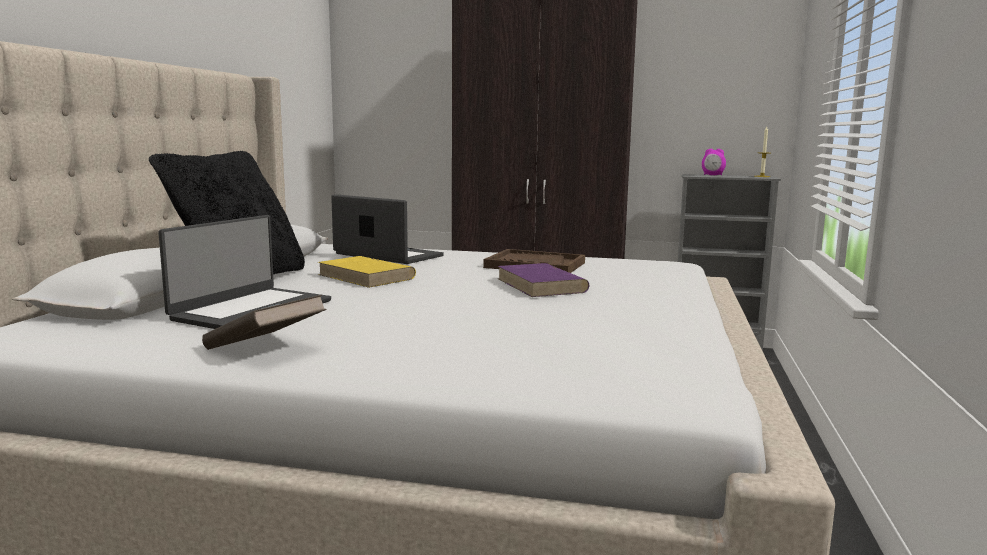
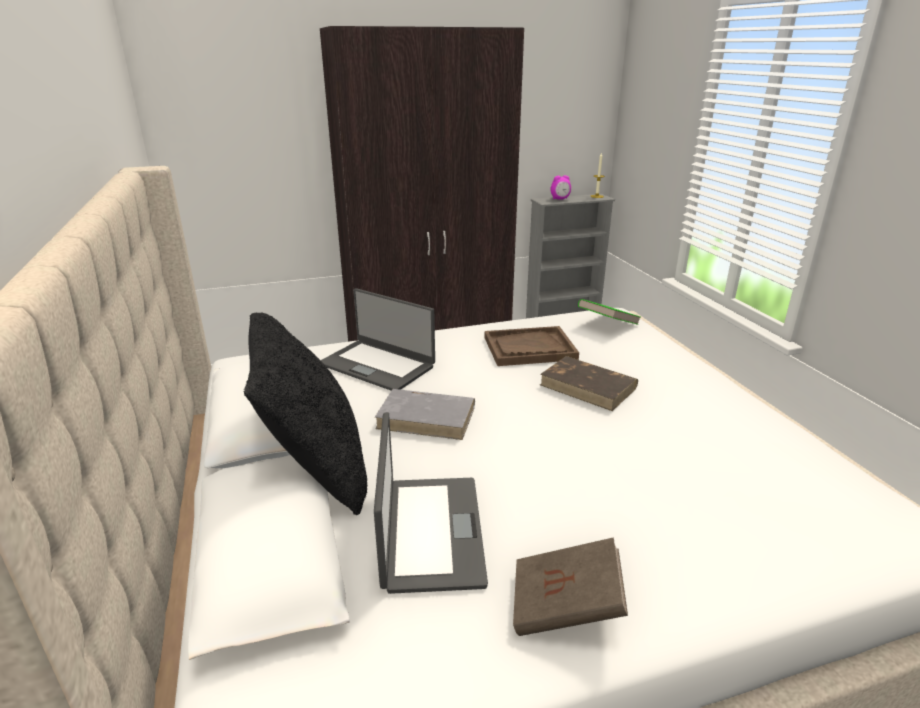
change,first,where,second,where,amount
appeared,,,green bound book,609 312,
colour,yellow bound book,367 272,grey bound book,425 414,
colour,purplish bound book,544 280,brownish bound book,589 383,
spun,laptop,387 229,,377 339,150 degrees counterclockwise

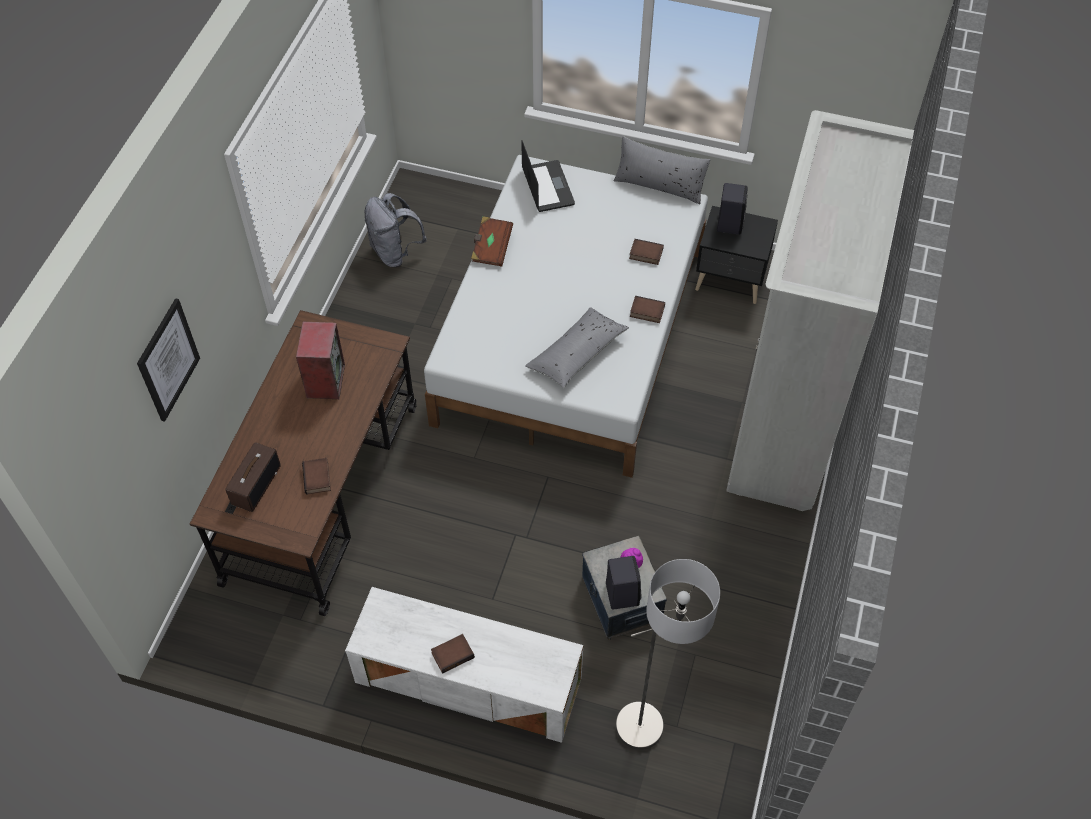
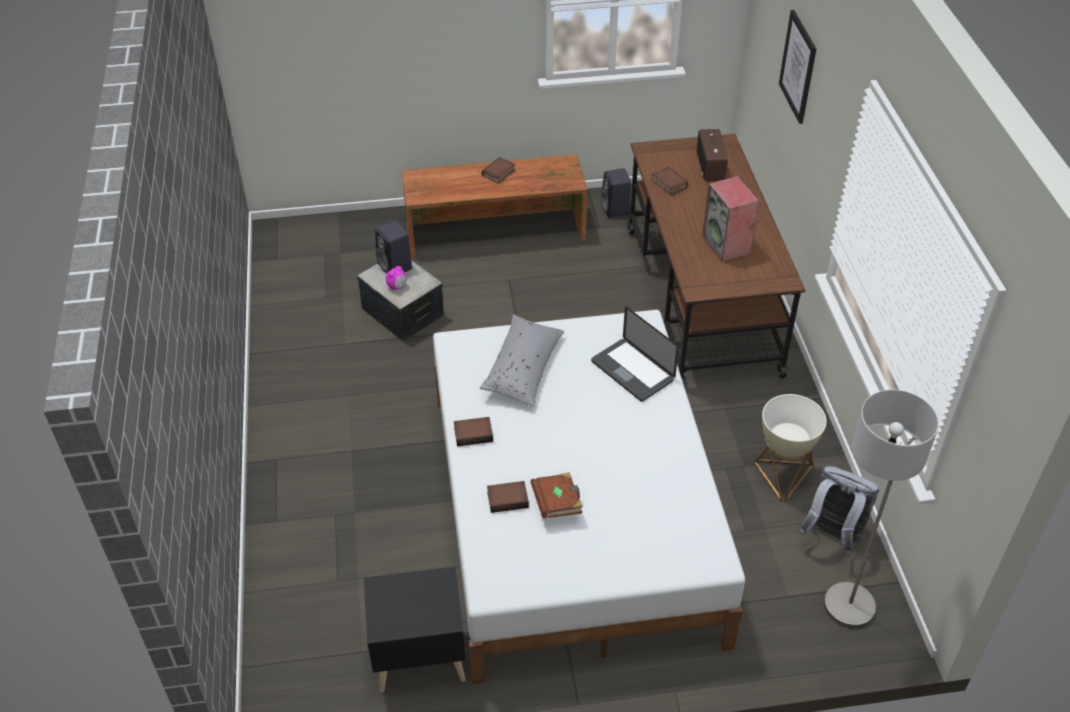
change,first,where,second,where,amount
missing,grey throw pillow,662 170,,,
missing,white-coloured armoire,820 310,,,
appeared,,,planter,790 448,
relocated,brownish bound book,492 241,,557 495,
relocated,laptop,548 176,,635 354,
relocated,grey standard lamp,668 654,,881 509,
relocated,blackish loudspeaker,732 209,,616 193,
colour,white-coloured indoor bench,464 665,brownish indoor bench,494 206,

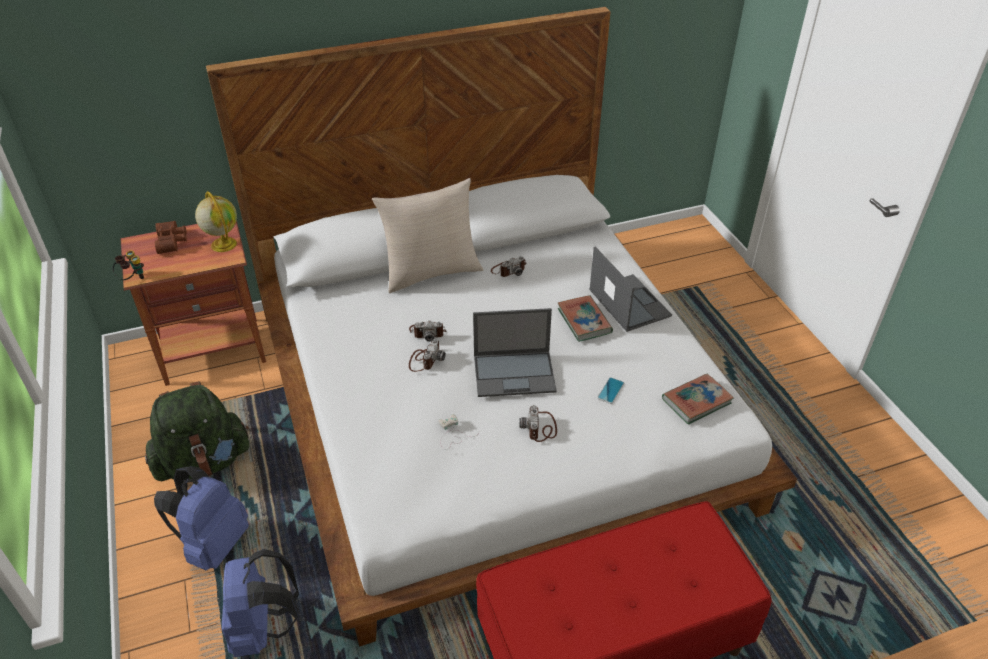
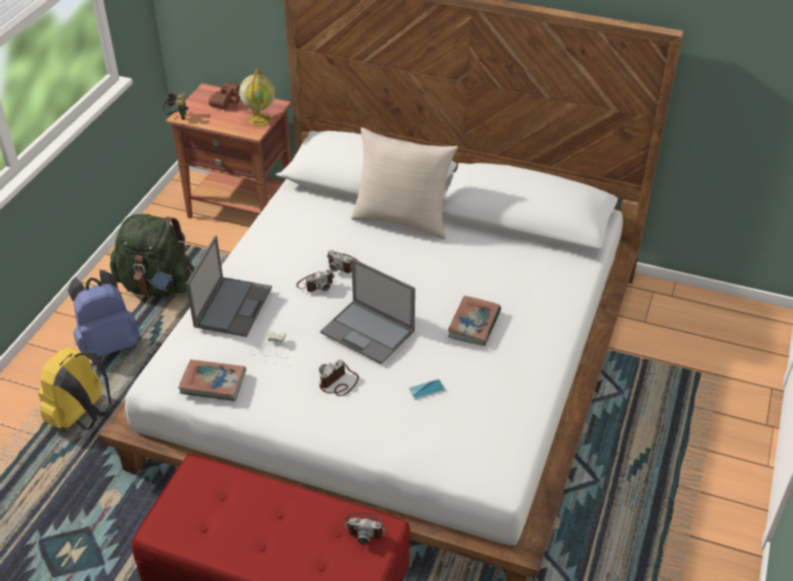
change,first,where,second,where,amount
relocated,photo camera,508 266,,365 528,
relocated,laptop,631 289,,229 286,
relocated,bound book,698 399,,212 380,
colour,bluish backpack,260 603,yellow backpack,75 388,

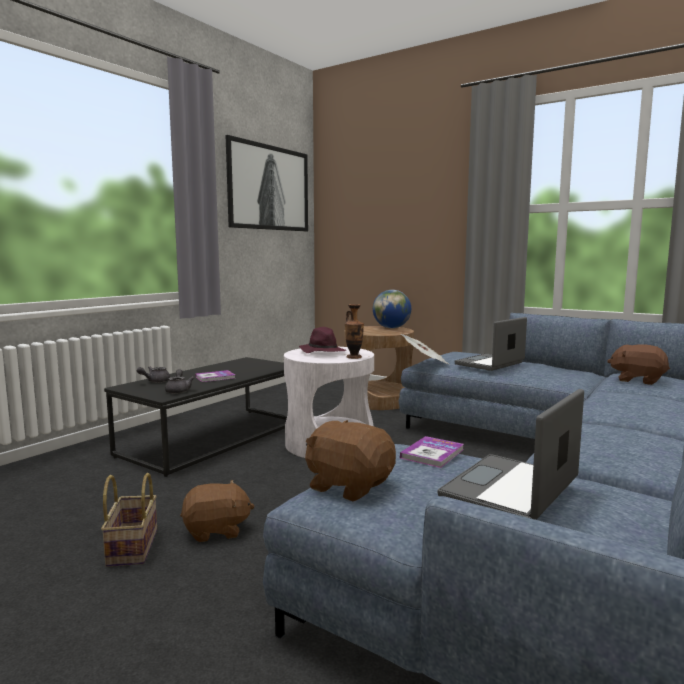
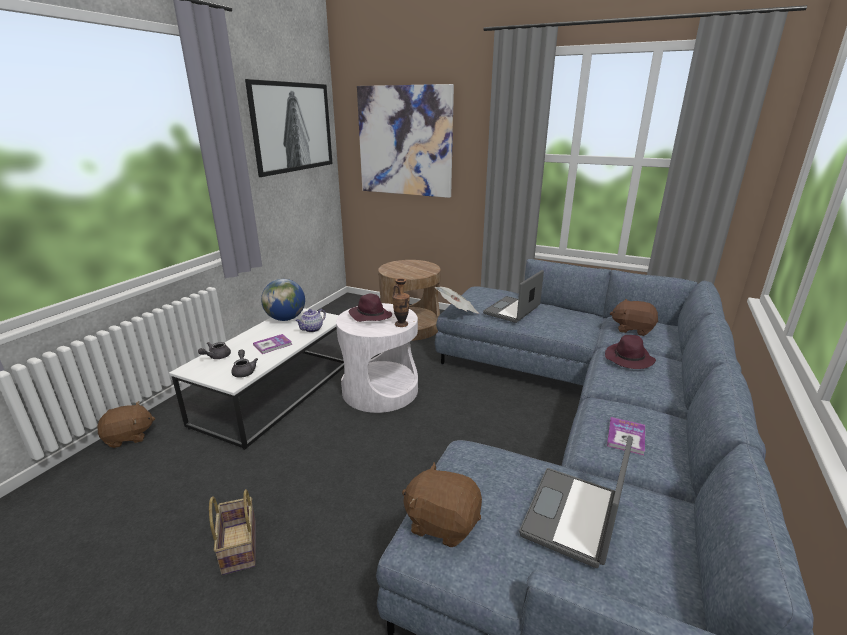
change,first,where,second,where,amount
appeared,,,tea pot,310 320,
appeared,,,wall picture,405 141,
appeared,,,purplish hat,630 352,
relocated,brownish soft toy,217 511,,126 424,
relocated,world globe,392 309,,283 300,
relocated,bound book,432 452,,626 436,
colour,blackish lounge table,195 417,white-coloured lounge table,256 379,

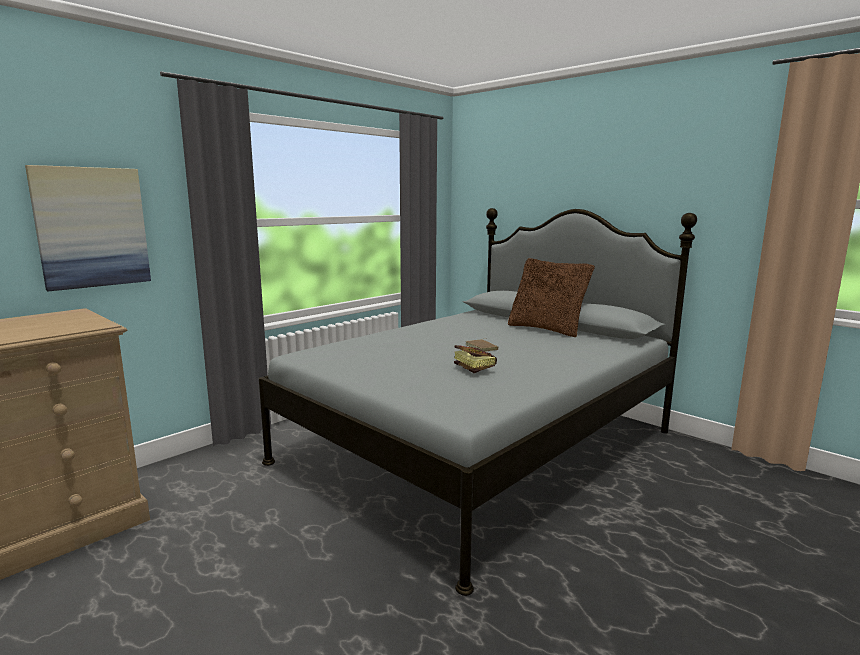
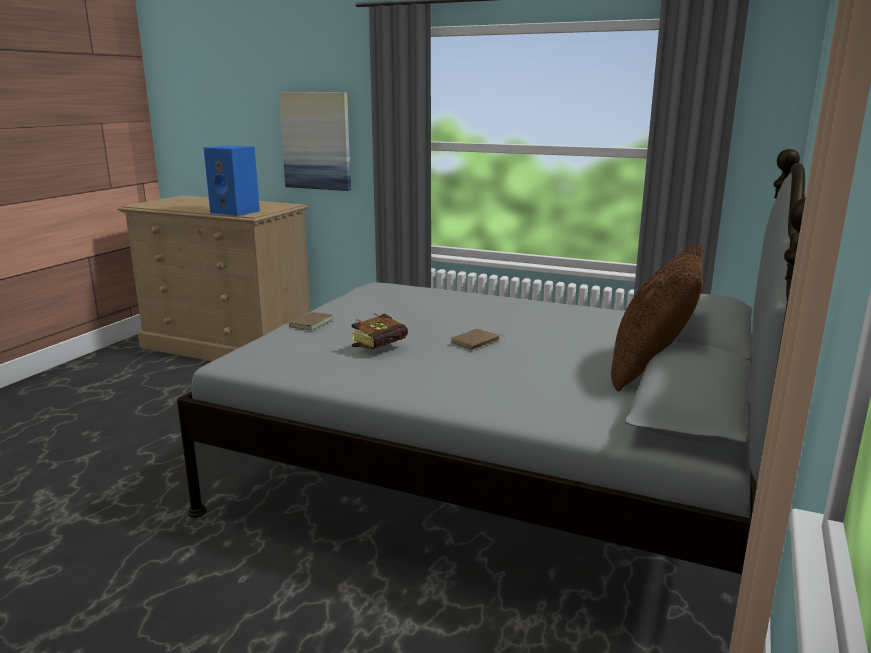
change,first,where,second,where,amount
appeared,,,bluish loudspeaker,231 180,
appeared,,,brownish bound book,308 321,

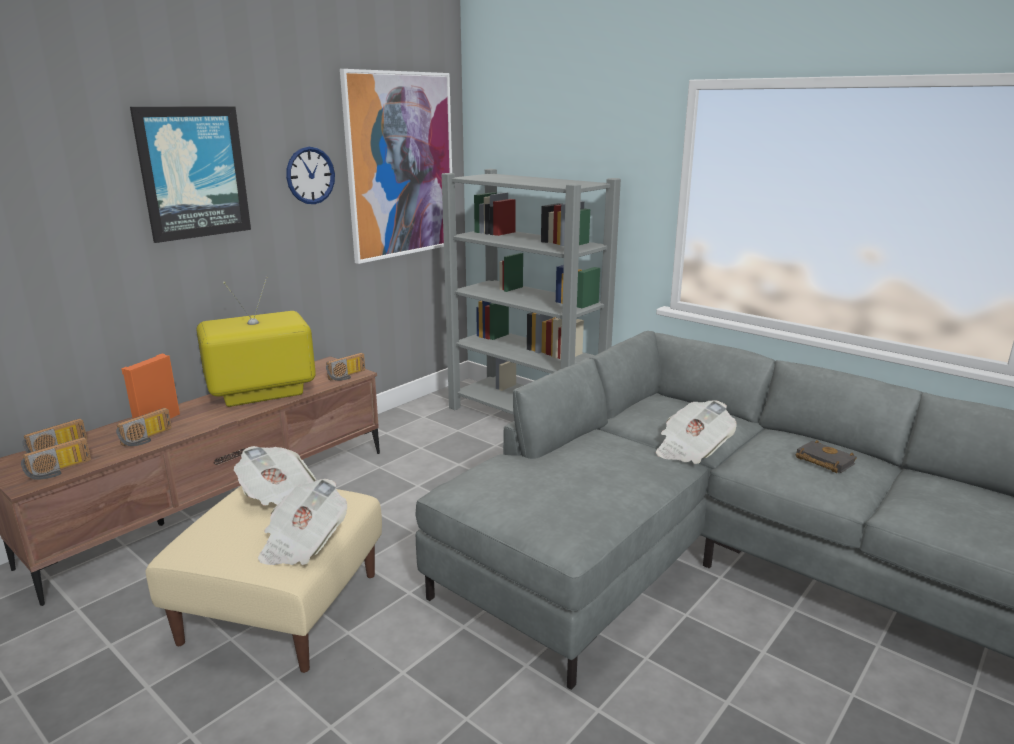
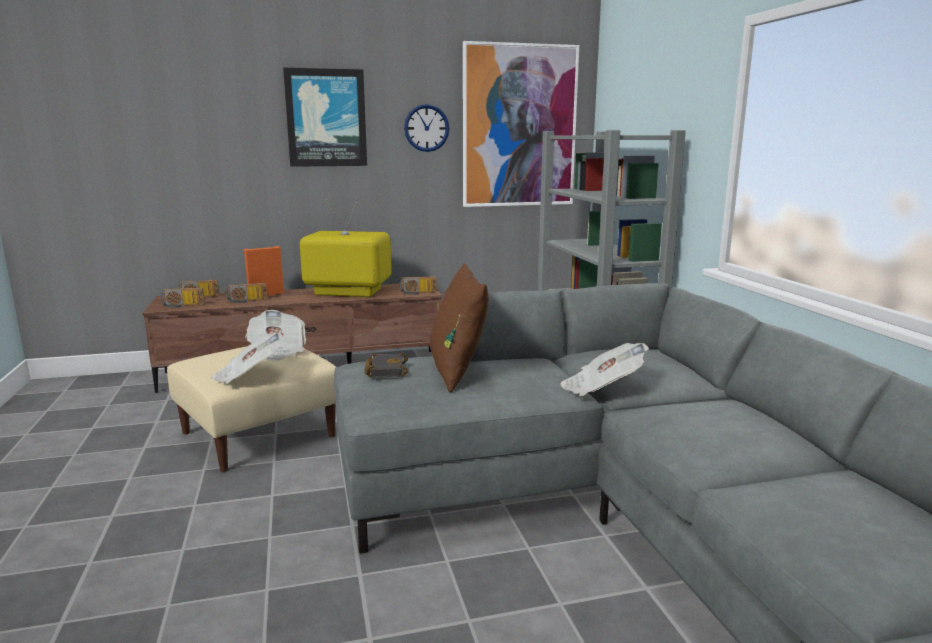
change,first,where,second,where,amount
appeared,,,brownish throw pillow,459 327,
relocated,blackish bound book,826 456,,386 365,

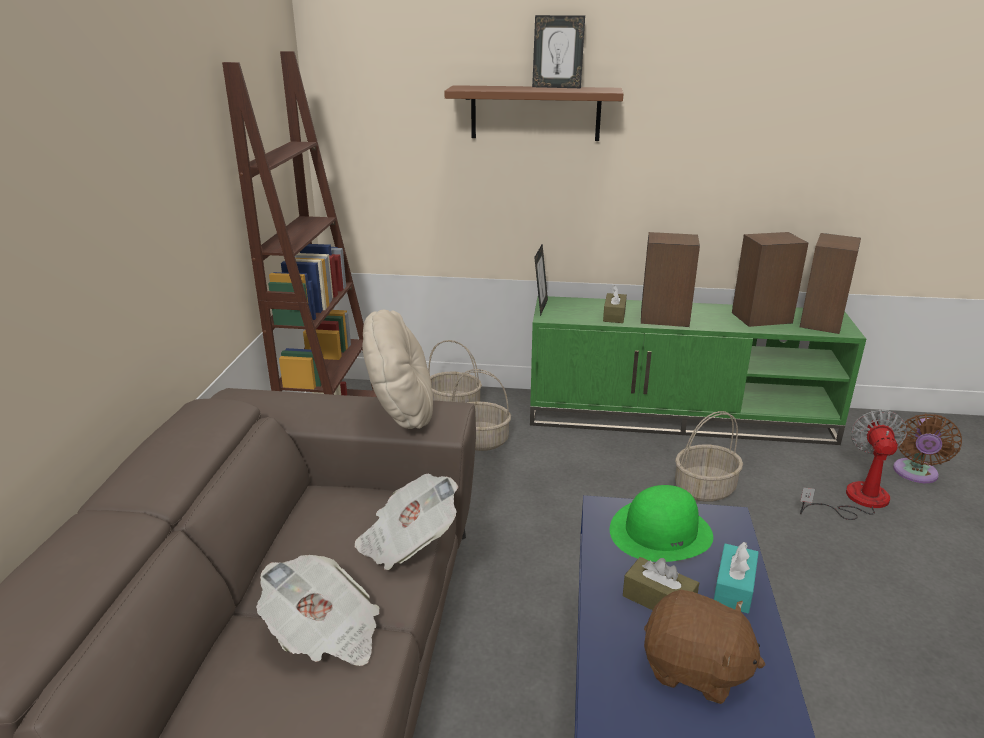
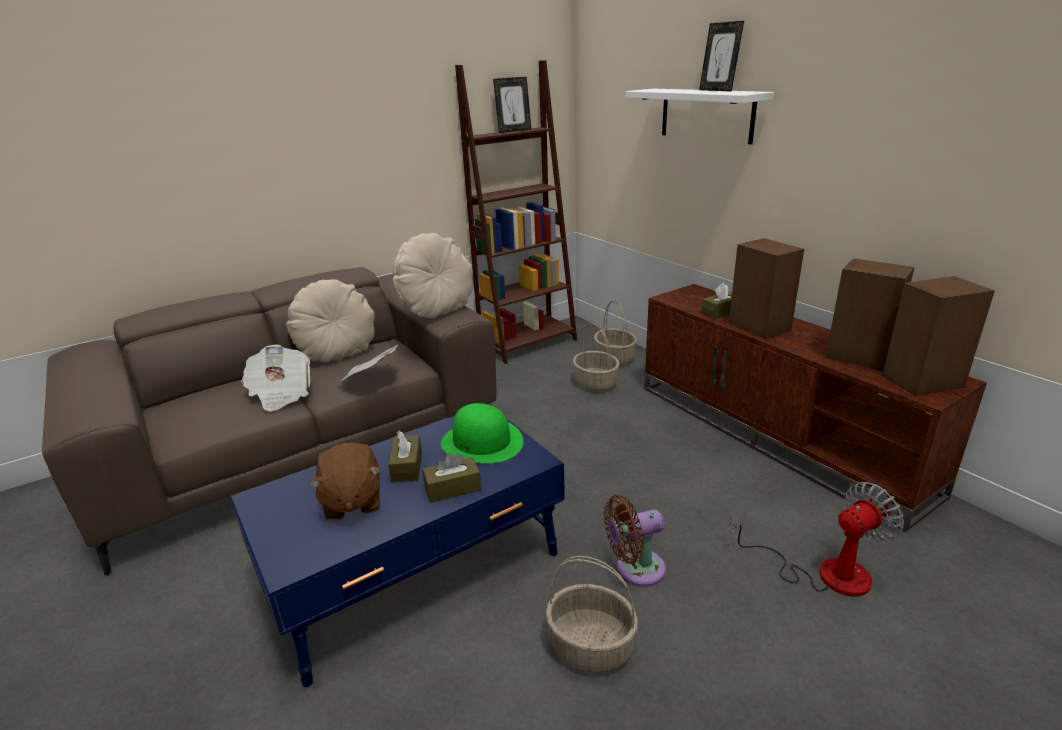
change,first,where,second,where,amount
appeared,,,sand-coloured throw pillow,330 321,
relocated,photo frame,541 280,,512 105,
relocated,basket,709 456,,592 614,
relocated,brownish cooling fan,927 448,,635 541,
colour,brownish bracket shelf,533 113,white-coloured bracket shelf,699 116,
colour,green tv stand,698 370,brownish tv stand,815 408,
colour,blue-green tissue holder,736 577,brownish tissue holder,452 478,

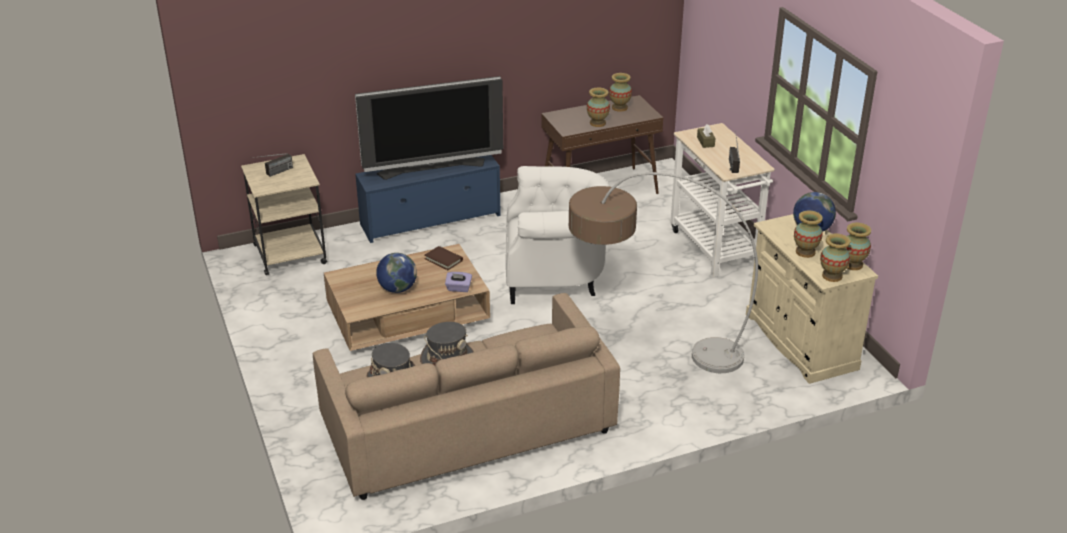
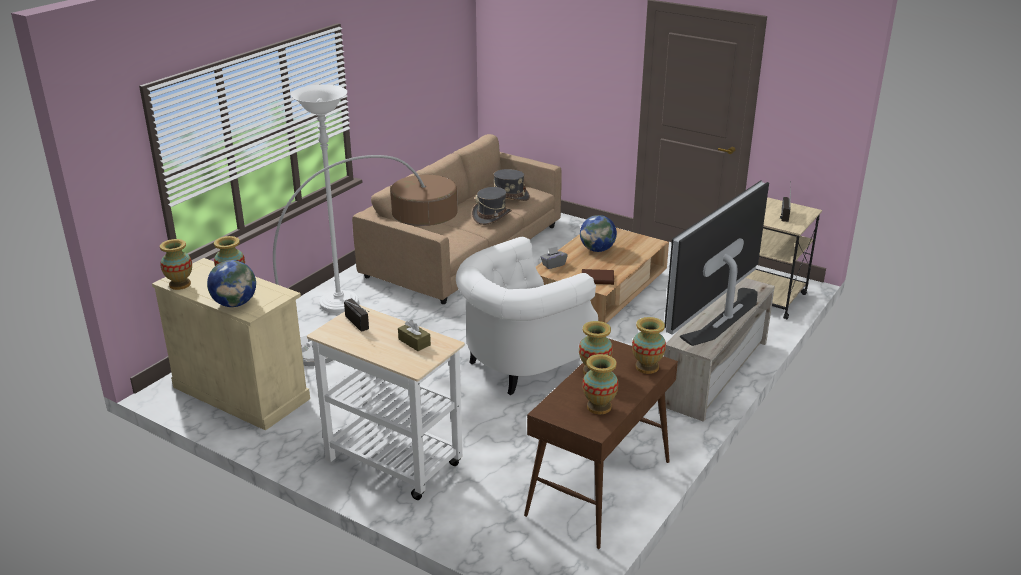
change,first,where,second,where,amount
appeared,,,white-coloured standard lamp,325 199,
relocated,vase,835 257,,649 345,
colour,bluish tv stand,428 199,white-coloured tv stand,719 350,
colour,purplish tissue holder,458 282,grey tissue holder,554 257,

